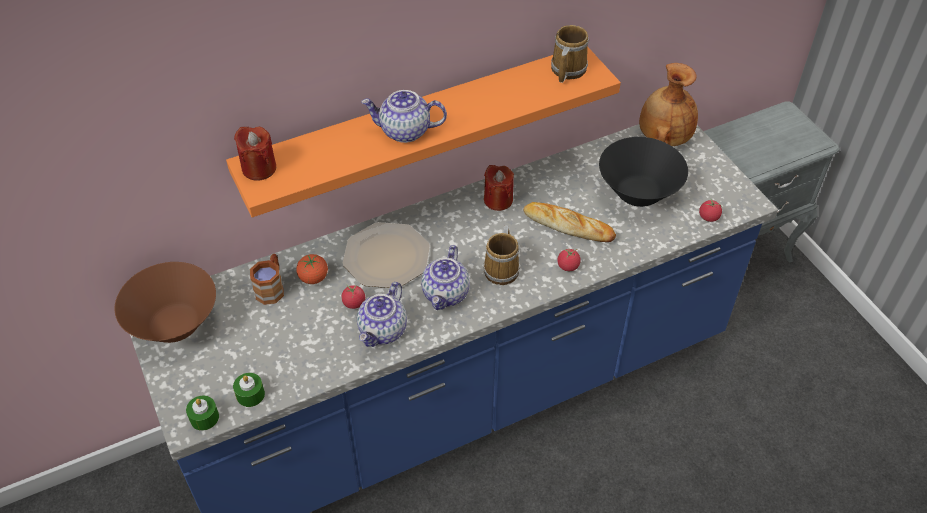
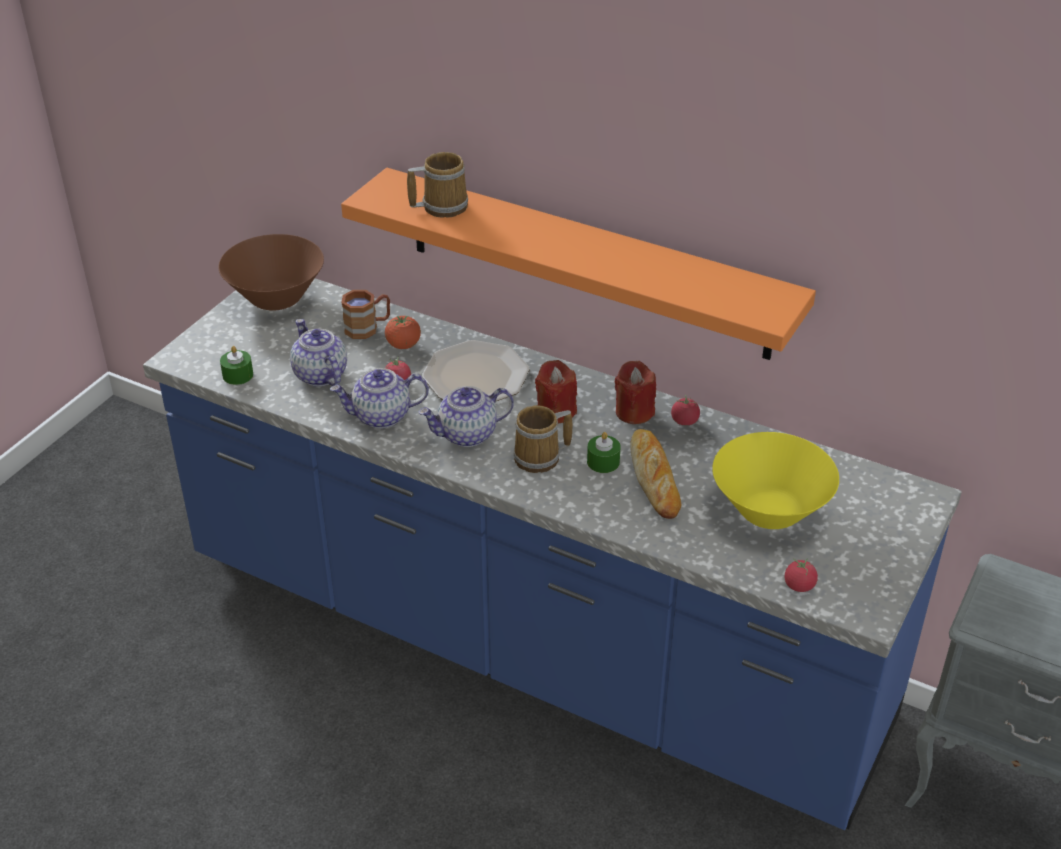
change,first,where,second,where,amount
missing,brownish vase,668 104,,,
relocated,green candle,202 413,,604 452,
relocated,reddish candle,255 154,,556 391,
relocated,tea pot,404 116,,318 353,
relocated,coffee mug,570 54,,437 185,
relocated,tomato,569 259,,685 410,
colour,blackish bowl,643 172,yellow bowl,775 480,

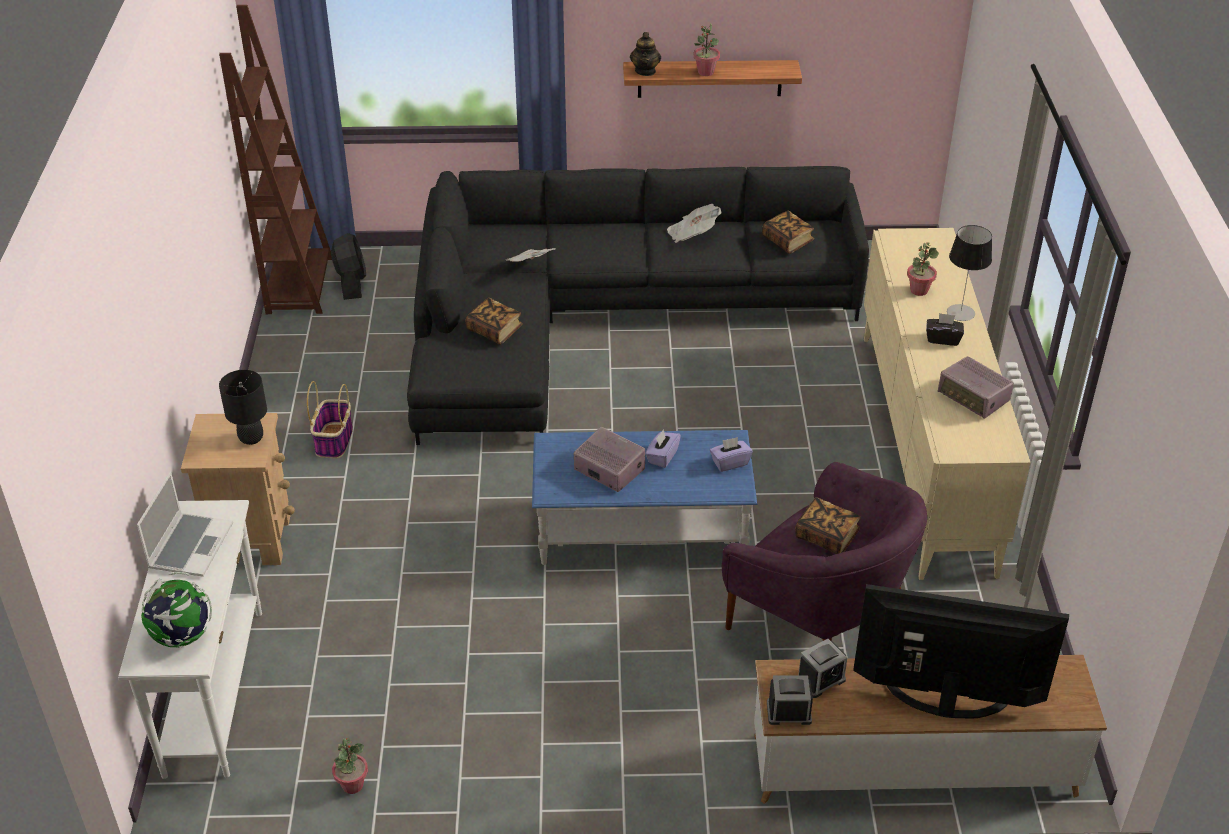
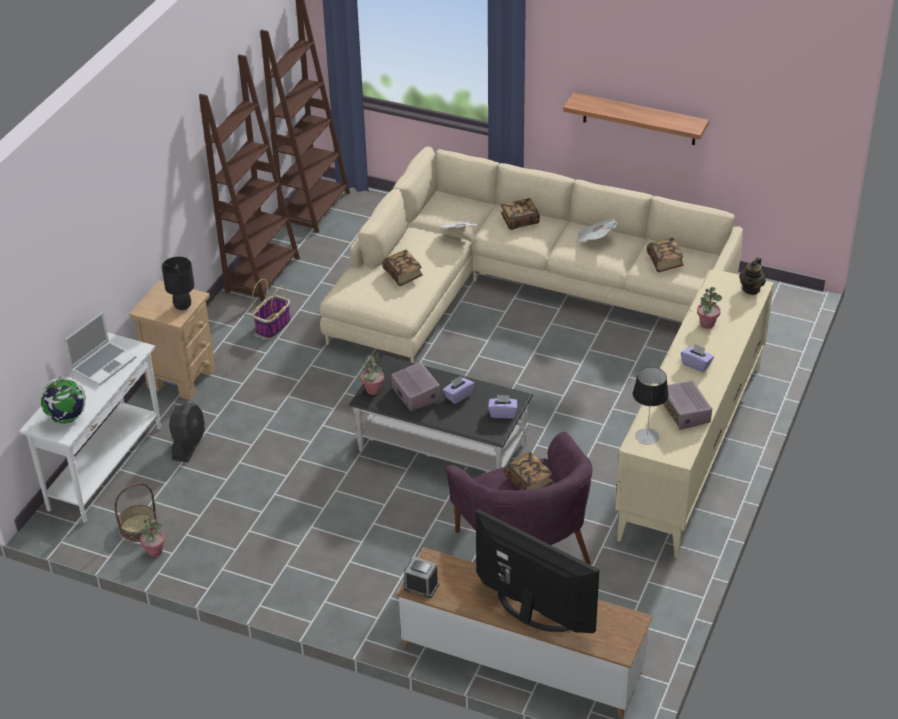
change,first,where,second,where,amount
missing,bedside clock,823 668,,,
appeared,,,basket,136 512,
appeared,,,brownish shelving unit,249 178,
appeared,,,bound book,520 214,
relocated,blackish cooling fan,348 266,,187 433,
relocated,tea pot,645 54,,752 276,
relocated,plant in a pot,706 49,,372 374,
relocated,table lamp,969 273,,651 406,
colour,blackish sofa,638 305,sand-coloured sofa,531 255,
colour,bluish lounge table,644 497,blackish lounge table,440 414,
colour,blackish tissue holder,945 329,purplish tissue holder,697 358,

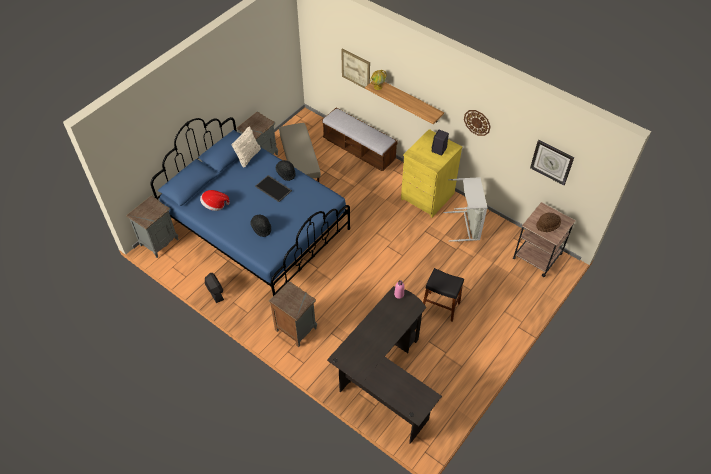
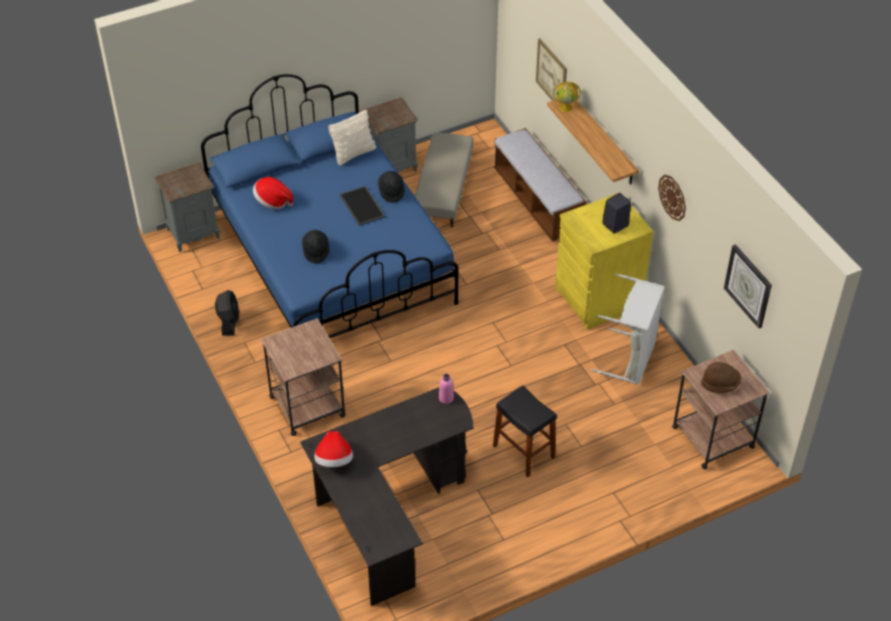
change,first,where,second,where,amount
appeared,,,hat,333 449,
exchanged,grey nightstand,293 314,brownish wheeled cart,303 377,

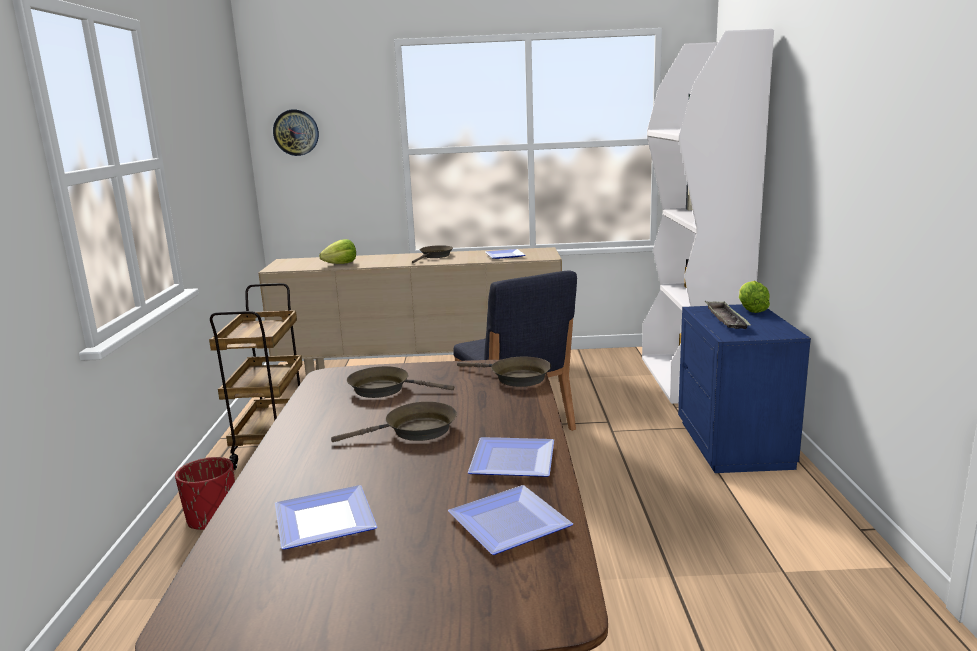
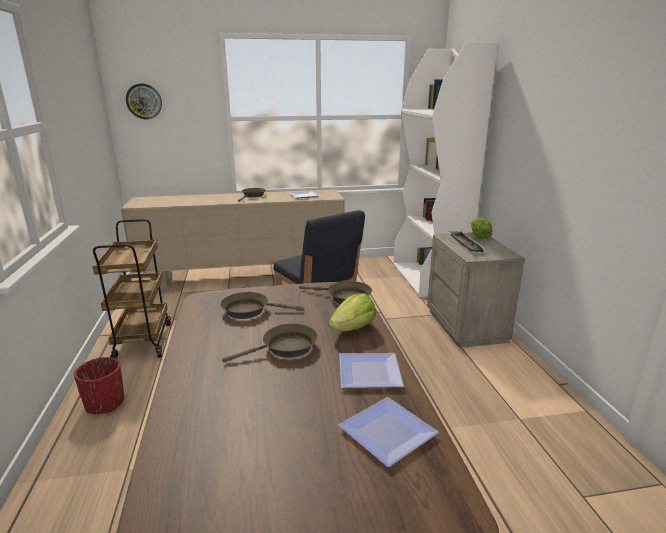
change,first,where,second,where,amount
missing,plate,326 517,,,
relocated,head of lettuce,337 251,,352 312,
colour,bluish nightstand,744 388,sand-coloured nightstand,476 290,

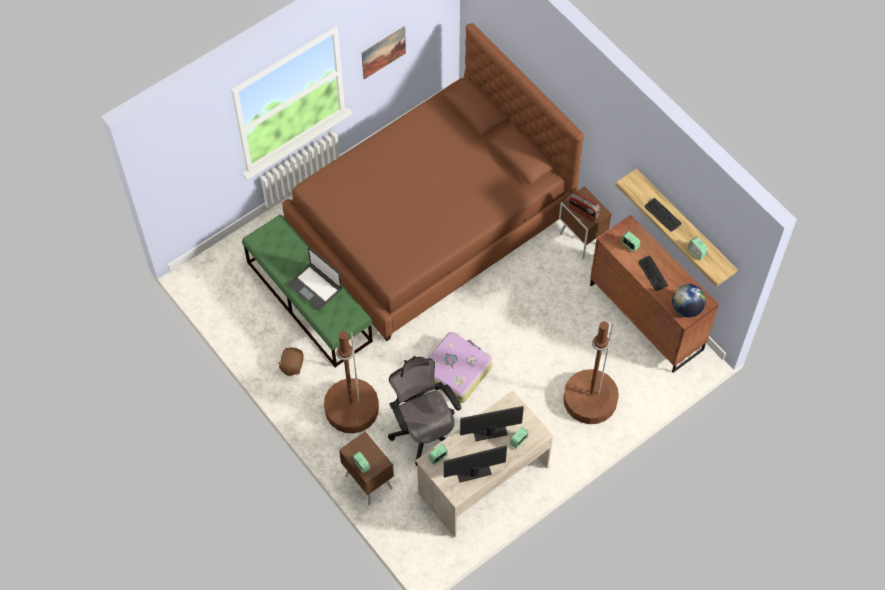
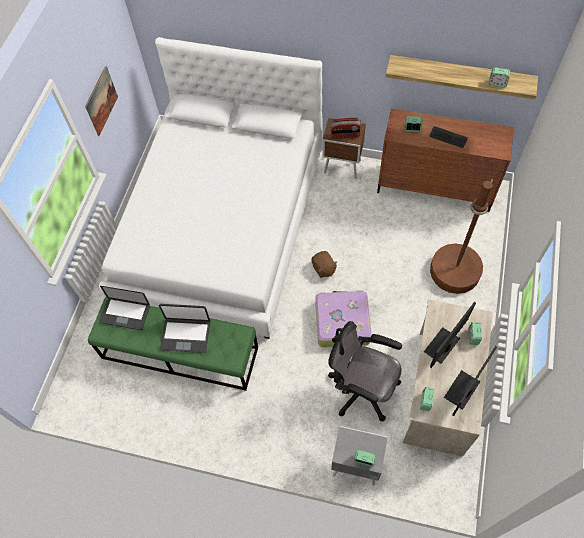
change,first,where,second,where,amount
missing,brownish standard lamp,351 382,,,
missing,keyboard,663 215,,,
missing,world globe,689 300,,,
appeared,,,laptop,124 308,
relocated,brownish soft toy,290 361,,324 264,
colour,brownish bed,433 182,white-coloured bed,211 188,
colour,brownish nightstand,366 468,grey nightstand,359 456,

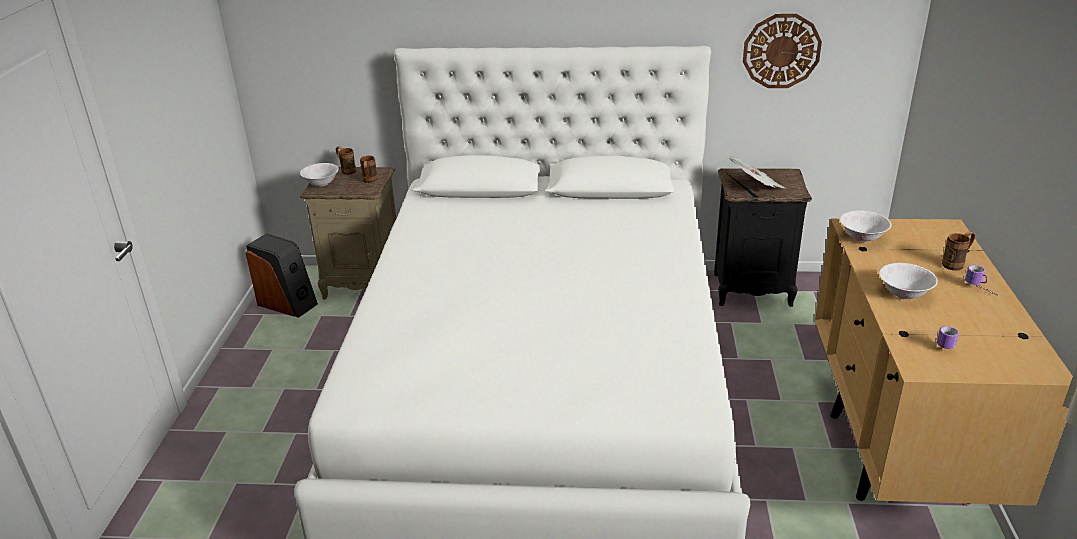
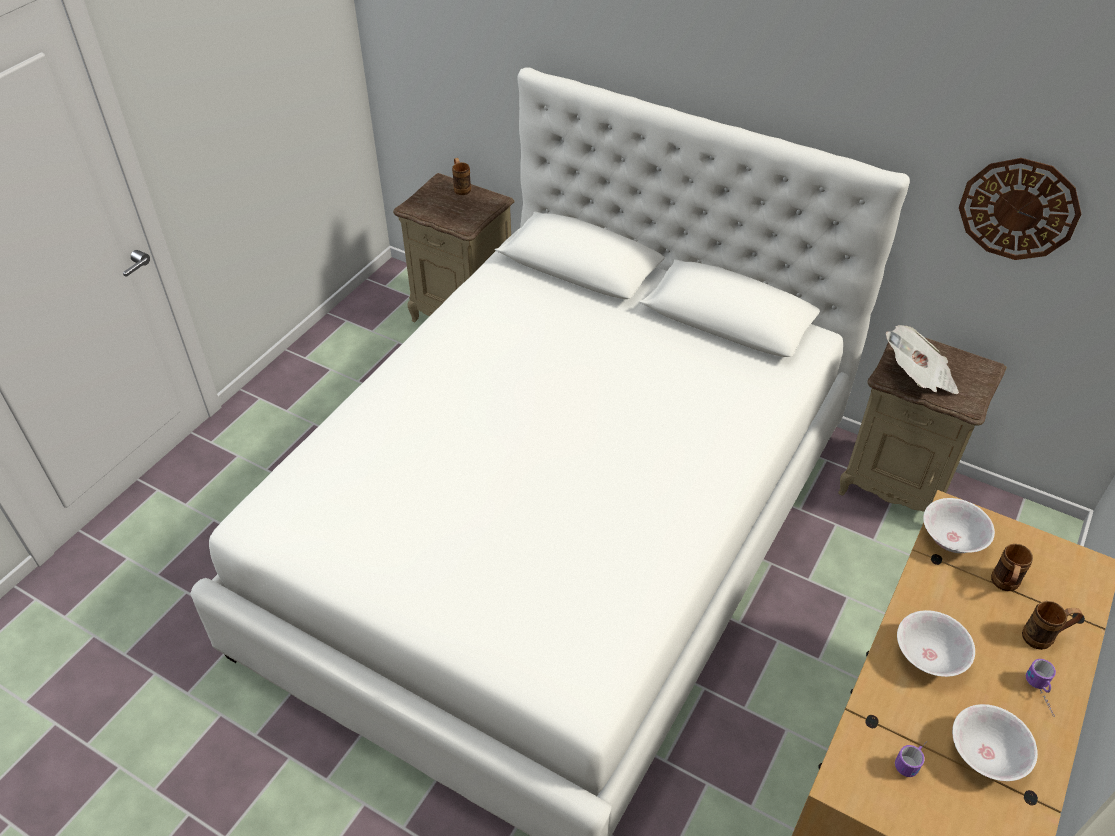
change,first,where,second,where,amount
missing,loudspeaker,282 275,,,
relocated,white-coloured bowl,319 175,,995 742,
relocated,brownish coffee mug,369 169,,1012 567,
colour,blackish nightstand,763 237,sand-coloured nightstand,922 424,

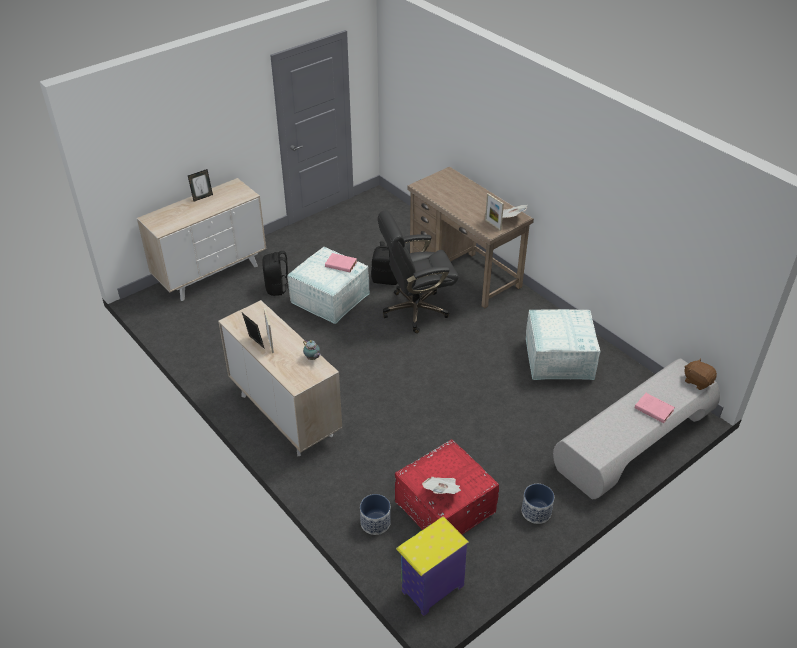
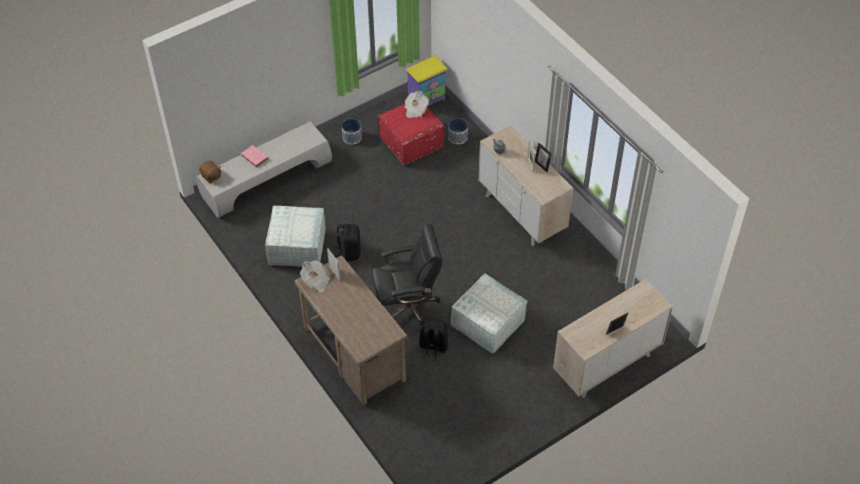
change,first,where,second,where,amount
missing,pinkish bound book,341 262,,,
relocated,blackish backpack,275 273,,348 242,

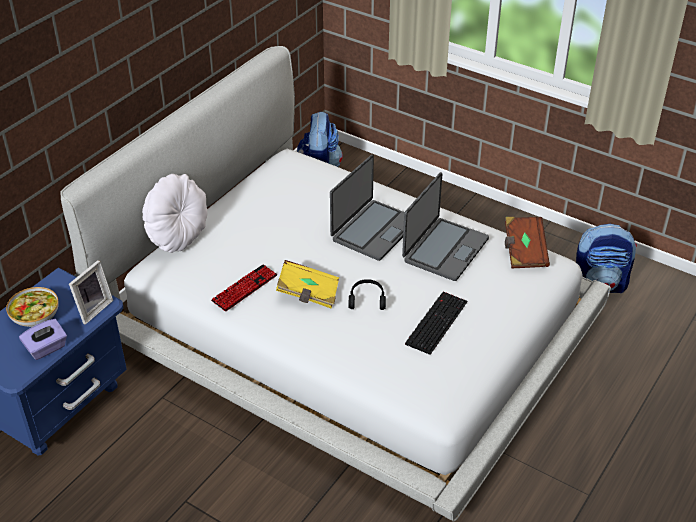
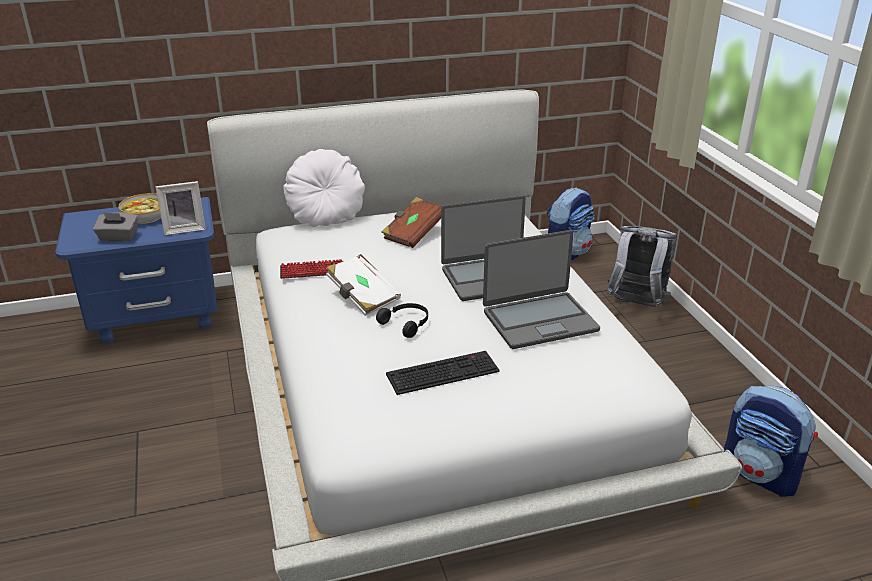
change,first,where,second,where,amount
appeared,,,grey backpack,642 266,
relocated,brownish bound book,527 242,,412 222,
colour,purplish tissue holder,43 339,grey tissue holder,115 227,
colour,yellow bound book,307 284,white-coloured bound book,363 285,

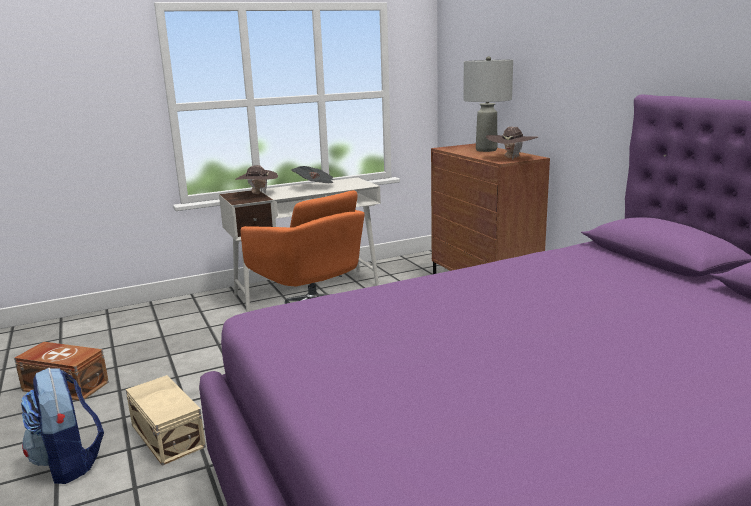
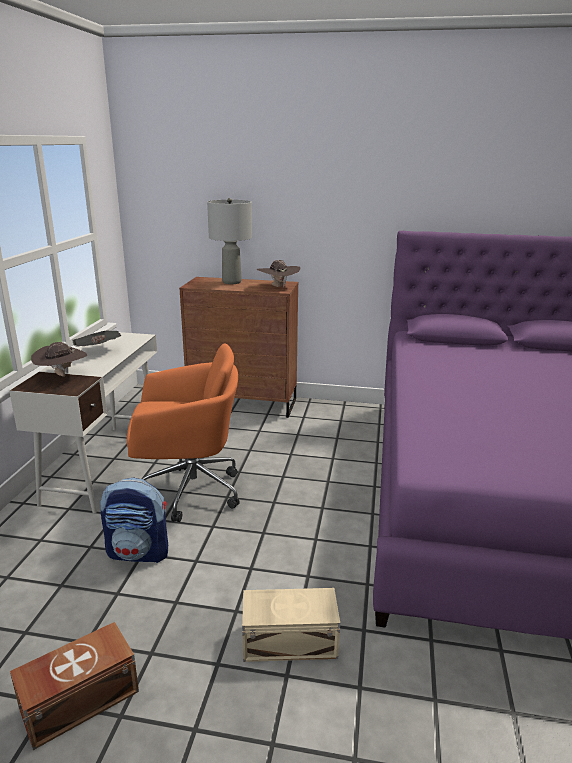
change,first,where,second,where,amount
relocated,backpack,62 426,,134 520,

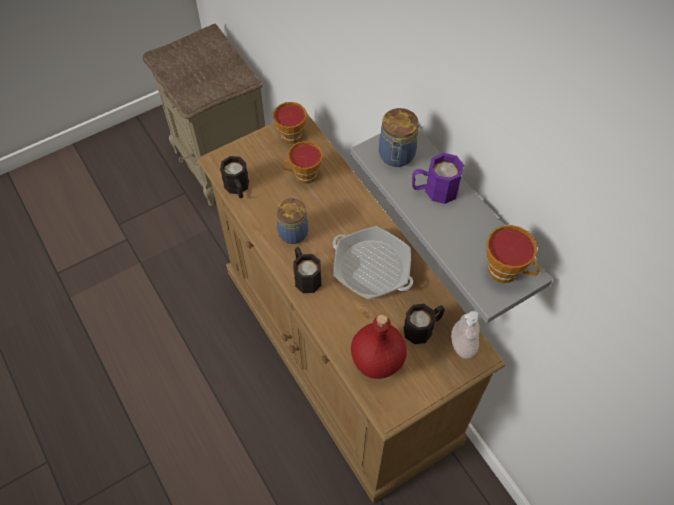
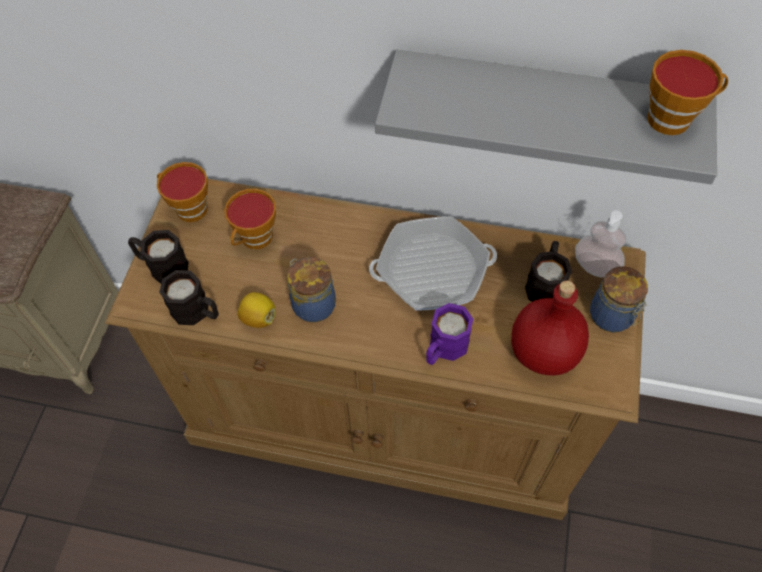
change,first,where,second,where,amount
appeared,,,lemon,256 310,
relocated,blackish coffee mug,307 270,,158 257,
relocated,jar,399 137,,619 299,
relocated,purplish coffee mug,438 178,,449 334,

